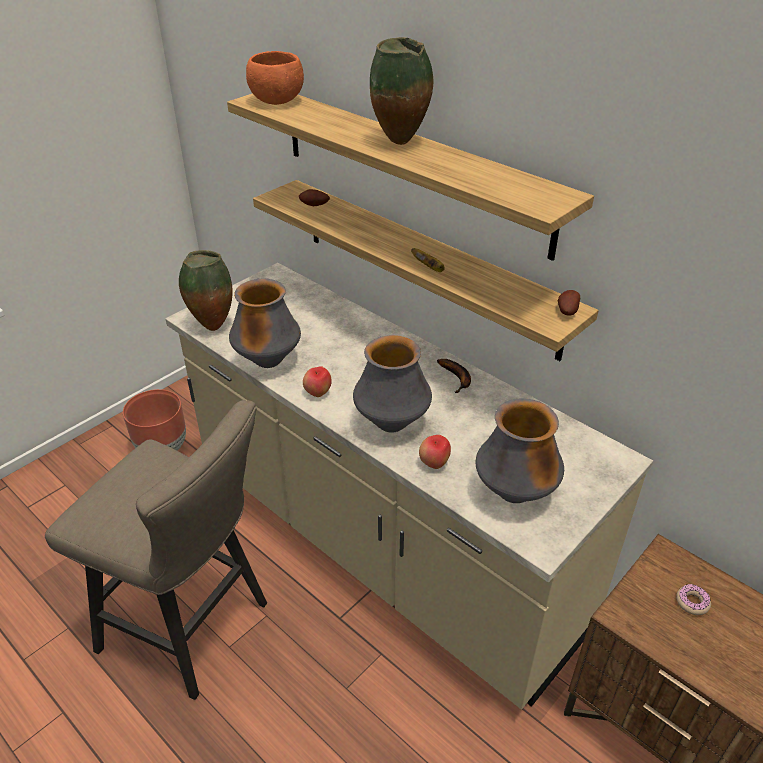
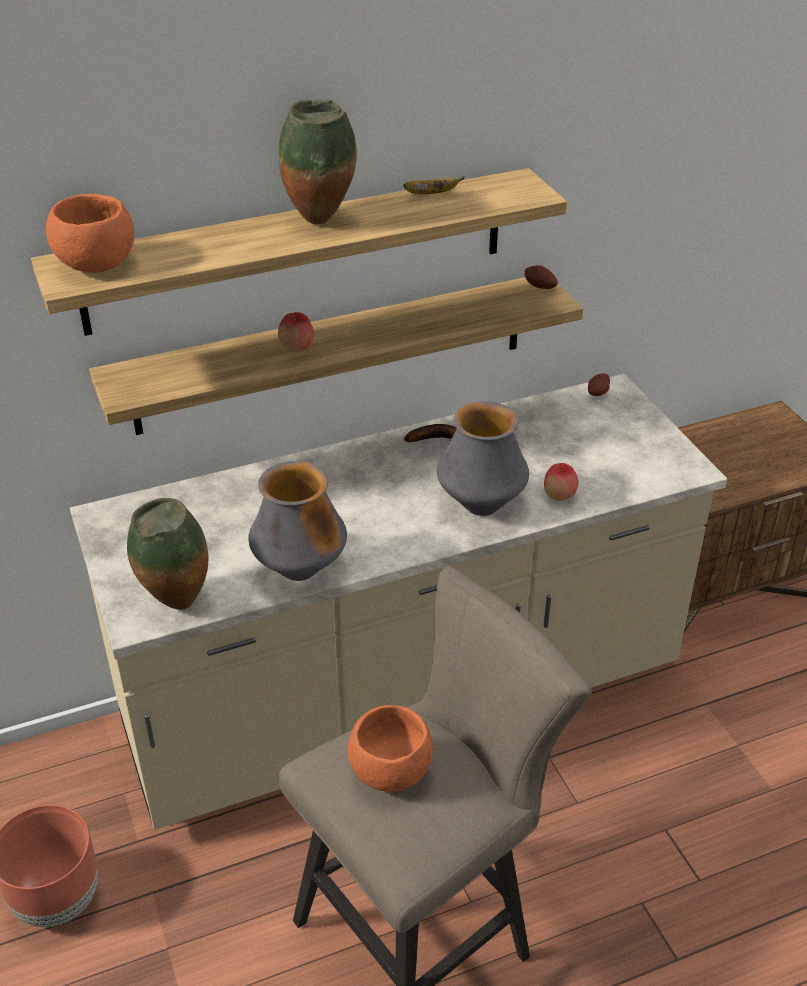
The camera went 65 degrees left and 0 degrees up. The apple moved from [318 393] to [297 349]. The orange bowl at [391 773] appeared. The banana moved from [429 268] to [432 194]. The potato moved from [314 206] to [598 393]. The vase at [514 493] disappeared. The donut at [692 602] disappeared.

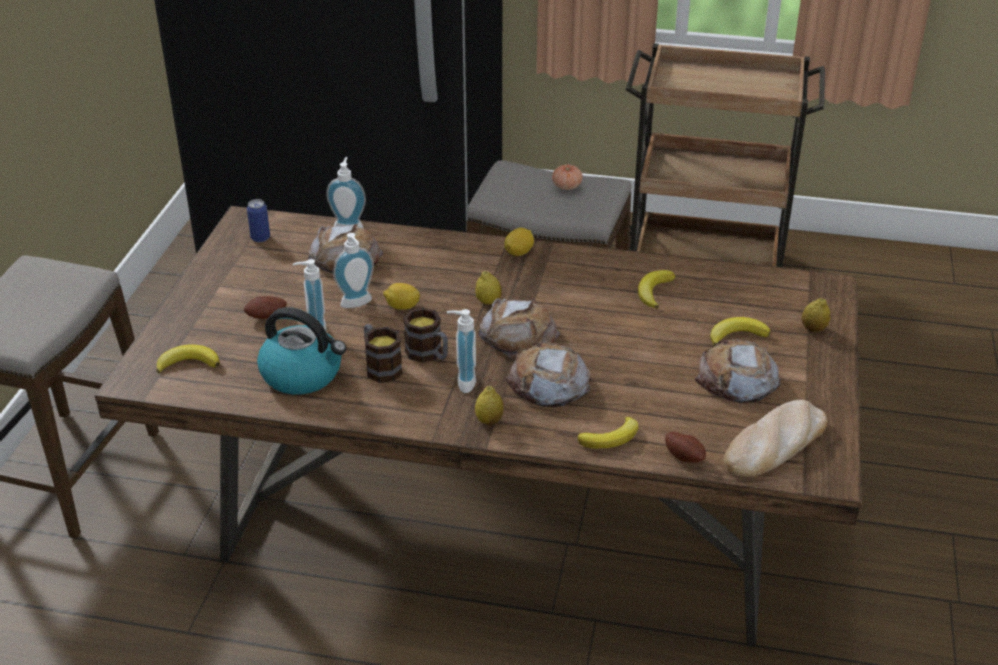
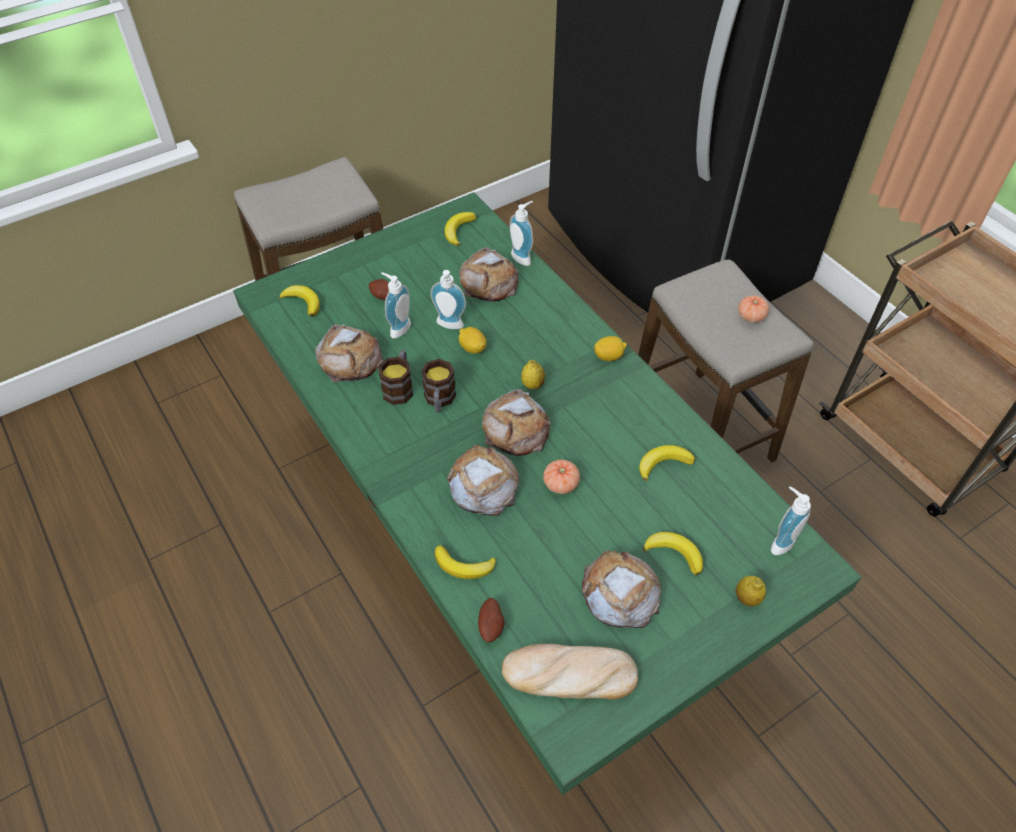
The camera went 45 degrees right and 15 degrees up. The brown dining table at [496 534] became the green dining table at [506 546]. The kettle at [303 374] was replaced by the bread at [350 358]. The can at [260 238] was replaced by the banana at [458 230]. The tomato at [561 484] appeared. The soap dispenser moved from [462 382] to [779 541]. The lemon at [489 420] disappeared.

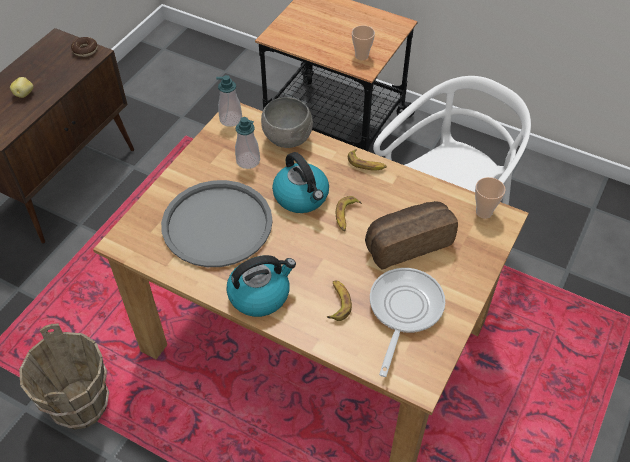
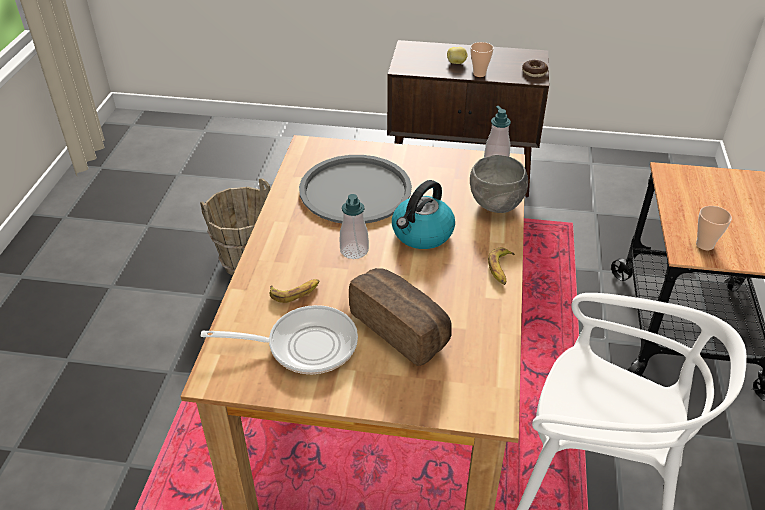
The camera went 70 degrees right and 10 degrees down. The soap dispenser moved from [248 161] to [354 250]. The cup moved from [484 212] to [479 74]. The kettle at [260 294] disappeared. The banana at [346 216] disappeared.

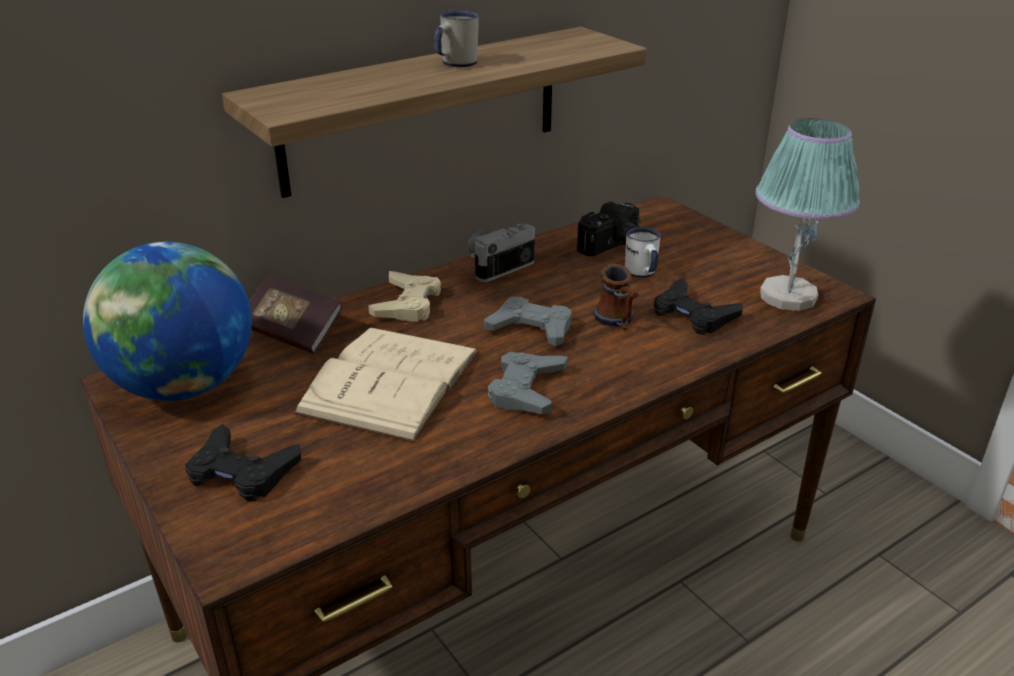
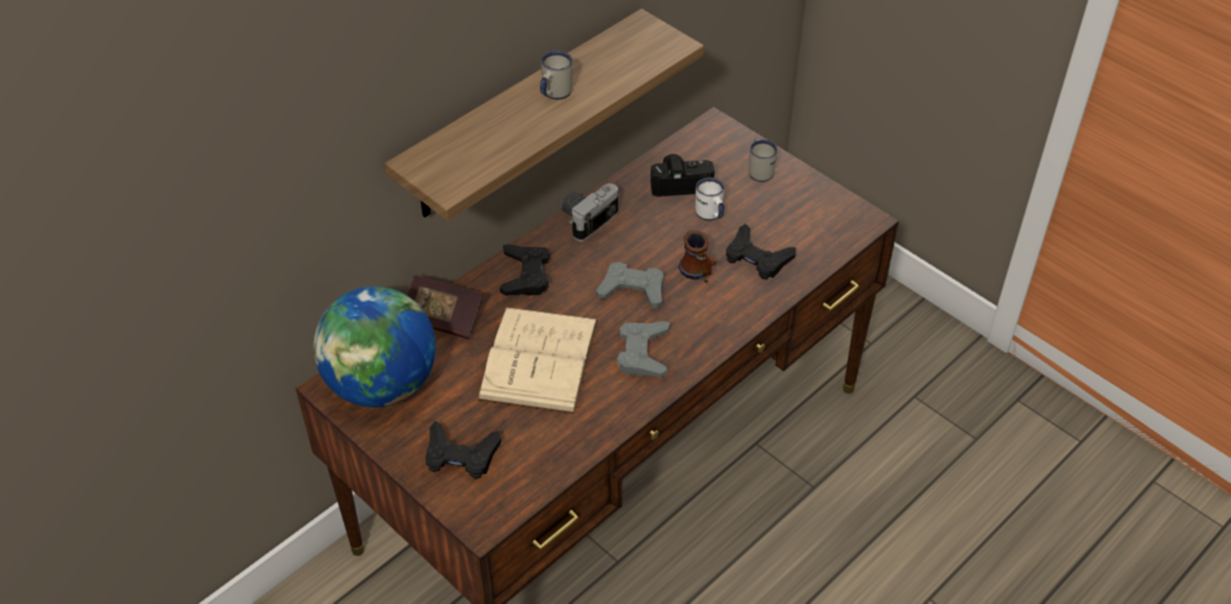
The camera went 10 degrees left and 15 degrees up. The beige game controller at [407 304] became the black game controller at [525 275]. The photo camera at [613 246] turned 135 degrees counterclockwise. The white mug at [760 170] appeared. The table lamp at [787 296] disappeared.

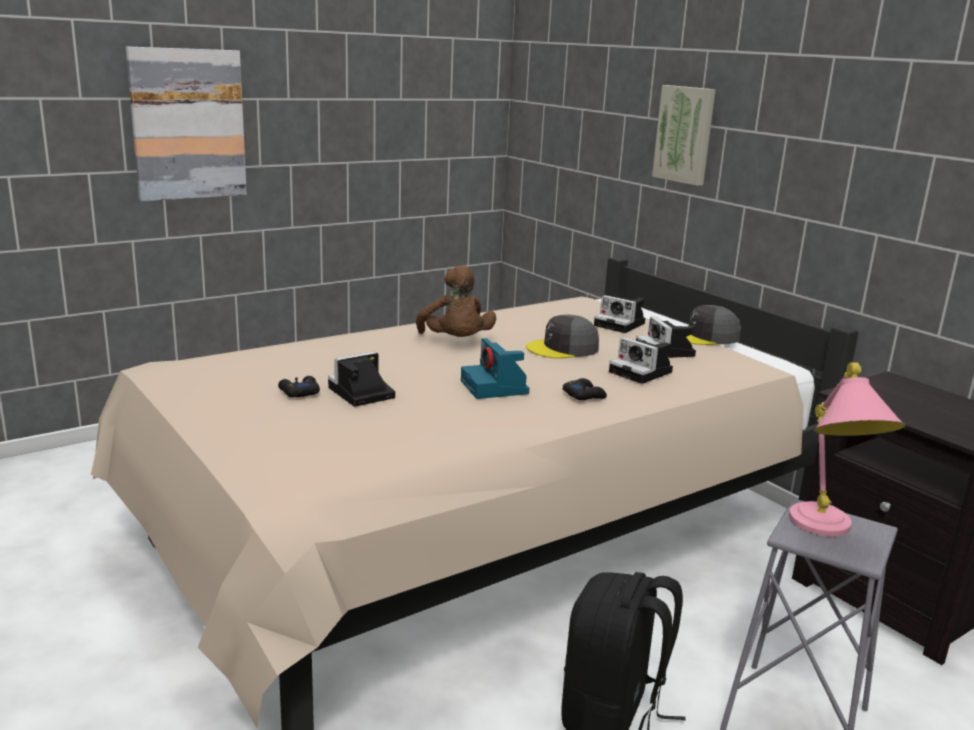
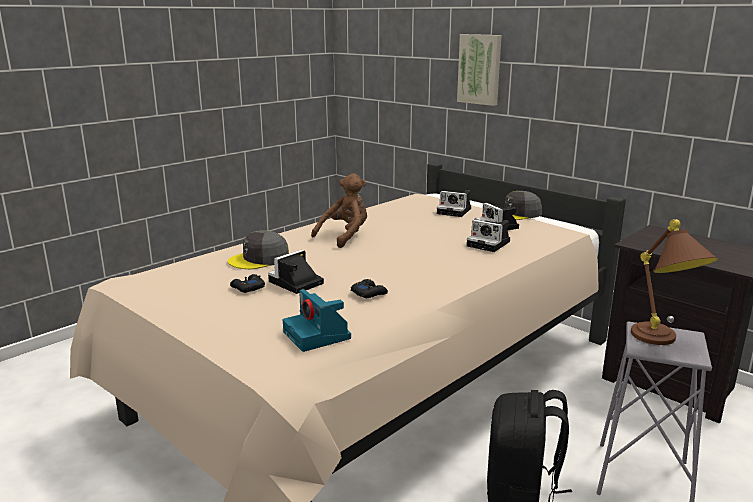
The camera went 10 degrees left and 0 degrees up. The grey cap moved from [563 348] to [259 259]. The photo camera moved from [495 388] to [318 336]. The brown plush toy at [456 342] turned 105 degrees counterclockwise. The black game controller moved from [584 395] to [369 293]. The pink table lamp at [827 533] became the brown table lamp at [662 342]. The picture at [188 124] disappeared.

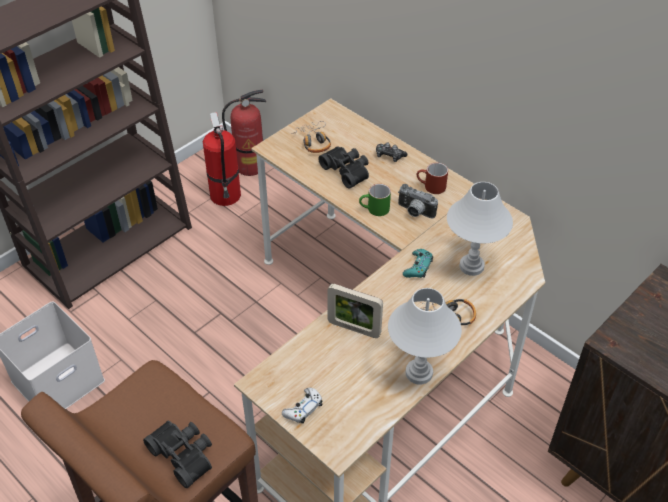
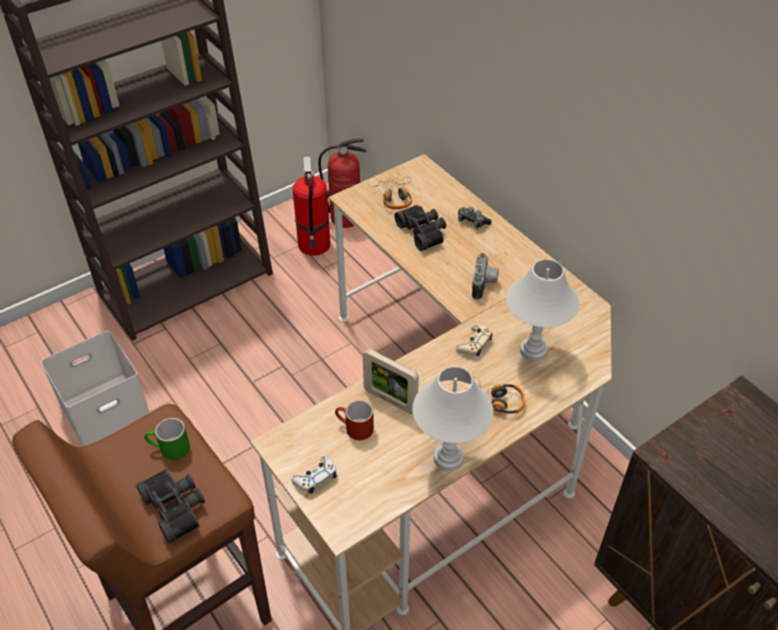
The camera went 10 degrees right and 0 degrees up. The green mug moved from [374 210] to [169 449]. The red mug moved from [430 187] to [354 428]. The turquoise game controller at [418 267] became the beige game controller at [474 344]. The photo camera at [414 212] turned 120 degrees counterclockwise.

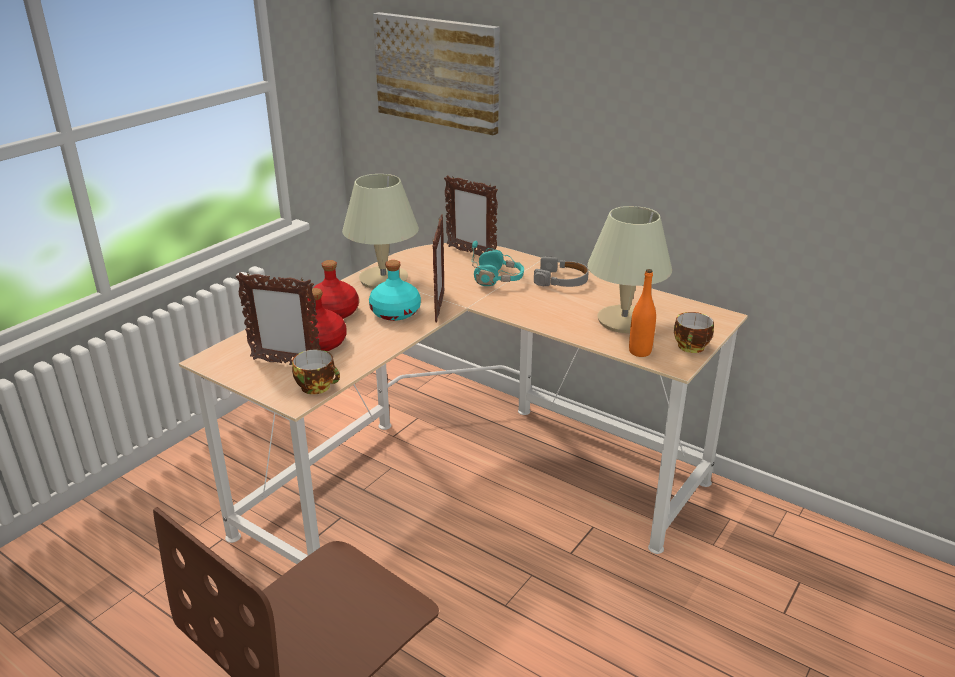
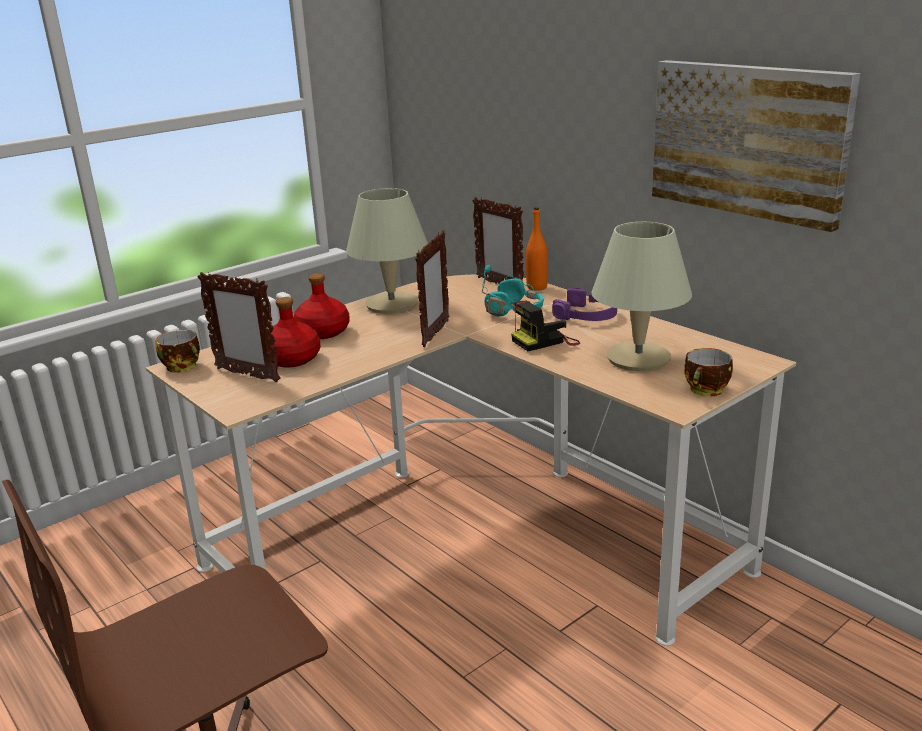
The camera went 15 degrees right and 5 degrees down. The cup moved from [318 386] to [184 367]. The photo camera at [545 341] appeared. The orange bottle moved from [640 352] to [537 287]. The grey headphones at [562 280] became the purple headphones at [587 315]. The picture moved from [438 71] to [748 140]. The turquoise bottle at [396 312] disappeared.

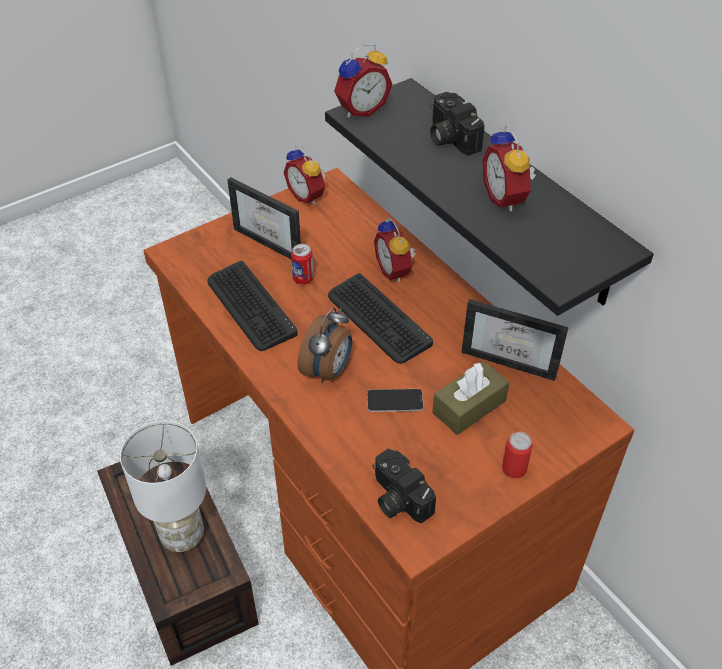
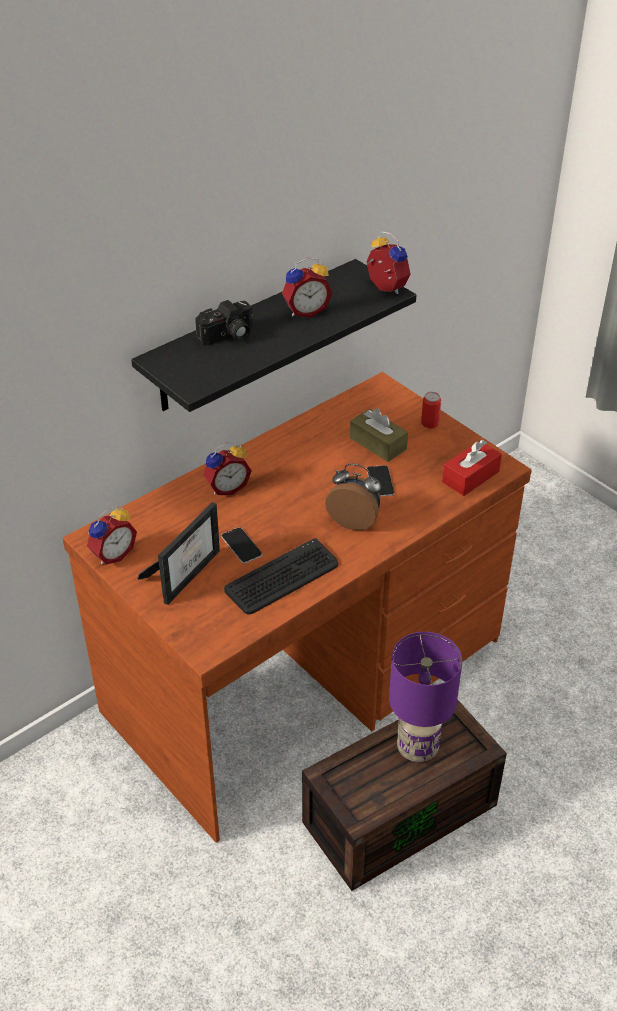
The camera went 95 degrees left and 5 degrees down. The can at [303 279] was replaced by the phone at [241 546]. The alarm clock moved from [360 109] to [384 289]. The white table lamp at [183 536] became the purple table lamp at [418 748]. The photo camera at [397 498] was replaced by the red tissue box at [470 477]. The keyboard at [378 319] disappeared. The picture frame at [512 358] disappeared.

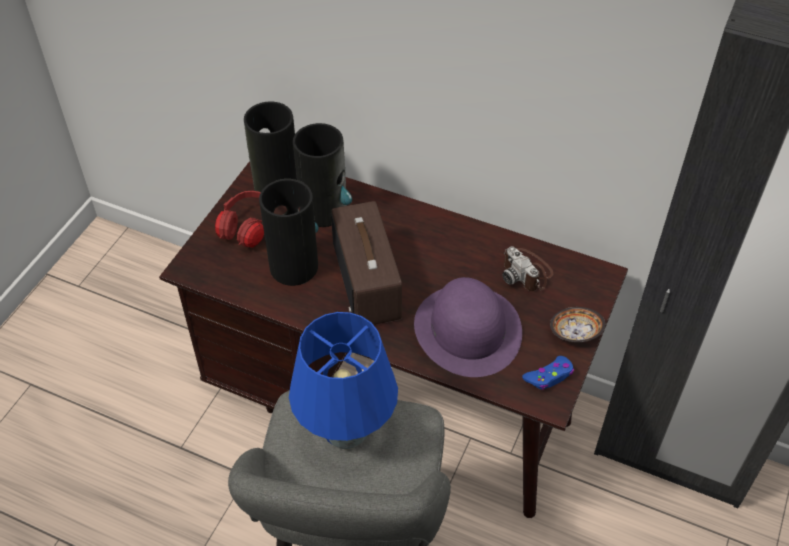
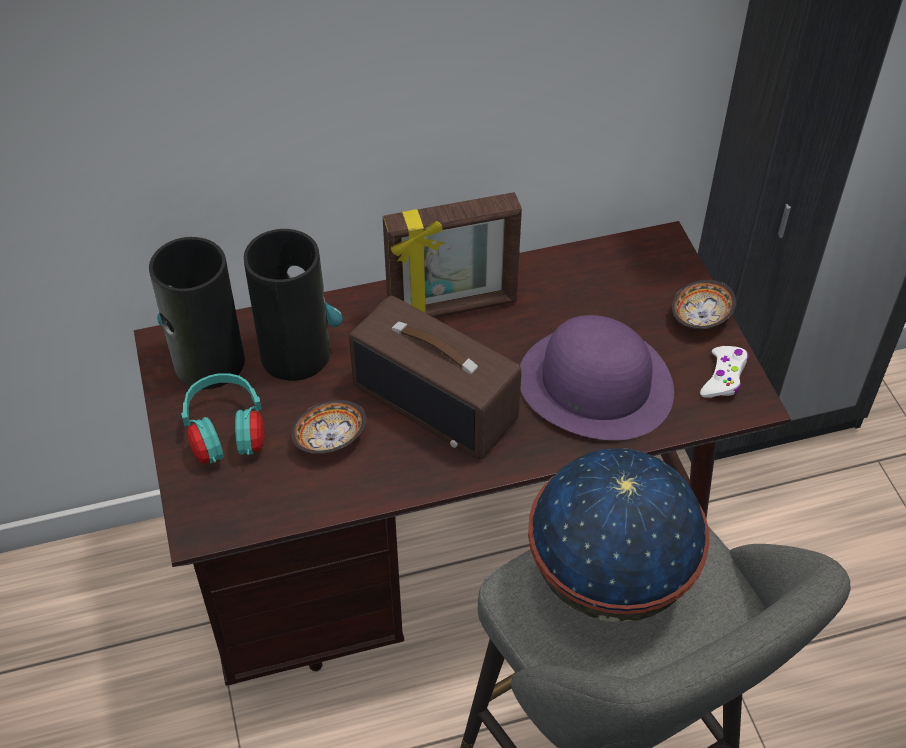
The camera went 40 degrees left and 0 degrees up. The red headphones at [247 230] became the turquoise headphones at [226 434]. The vase at [294 265] was replaced by the bowl at [330 439]. The picture frame at [453 309] appeared. The blue table lamp at [347 434] was replaced by the globe at [609 578]. The blue game controller at [549 376] became the white game controller at [723 377]. The photo camera at [526 272] disappeared.

